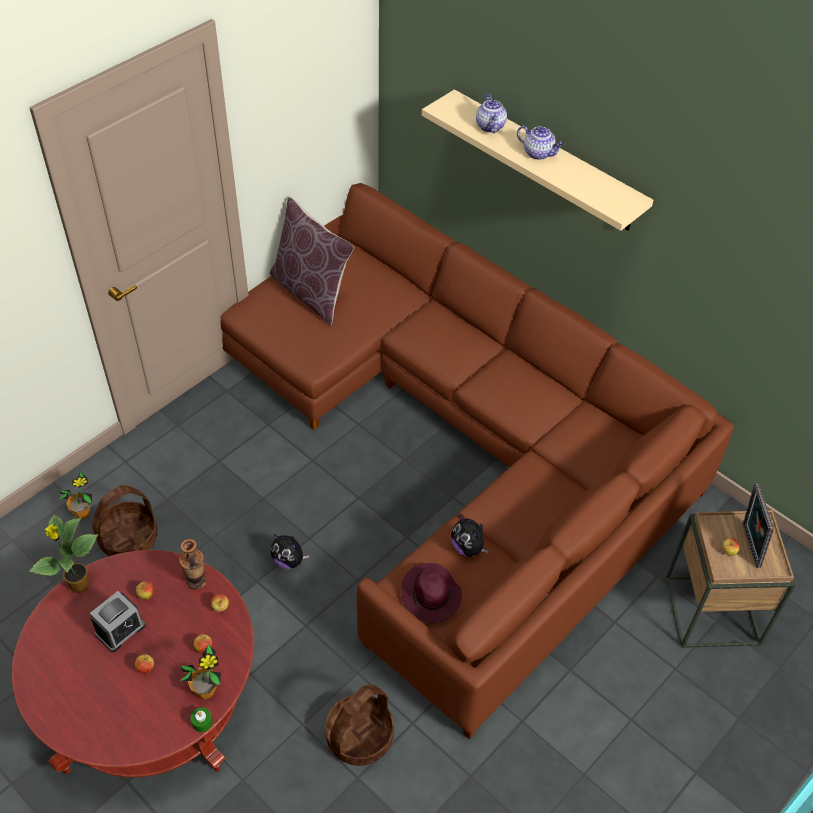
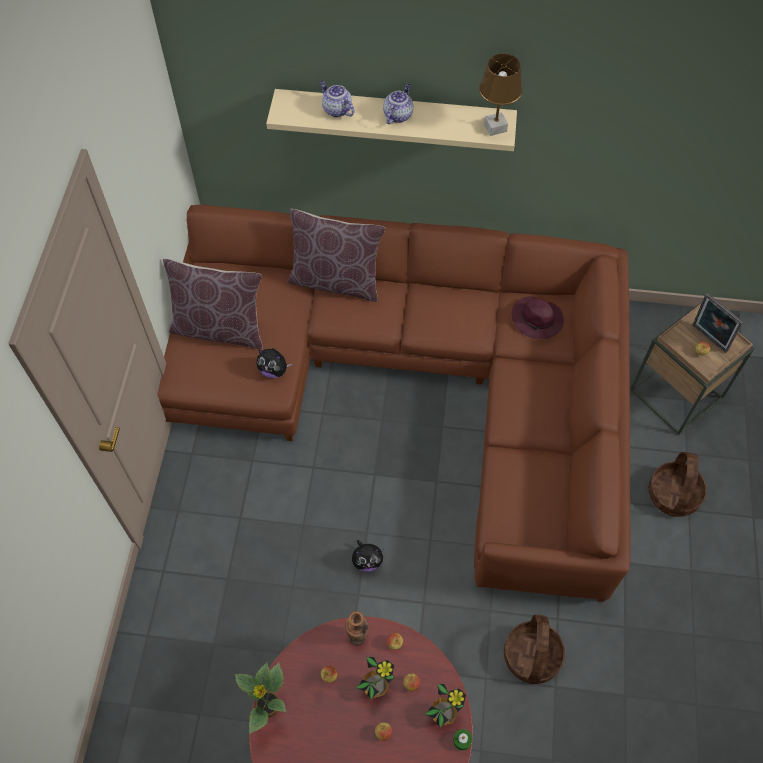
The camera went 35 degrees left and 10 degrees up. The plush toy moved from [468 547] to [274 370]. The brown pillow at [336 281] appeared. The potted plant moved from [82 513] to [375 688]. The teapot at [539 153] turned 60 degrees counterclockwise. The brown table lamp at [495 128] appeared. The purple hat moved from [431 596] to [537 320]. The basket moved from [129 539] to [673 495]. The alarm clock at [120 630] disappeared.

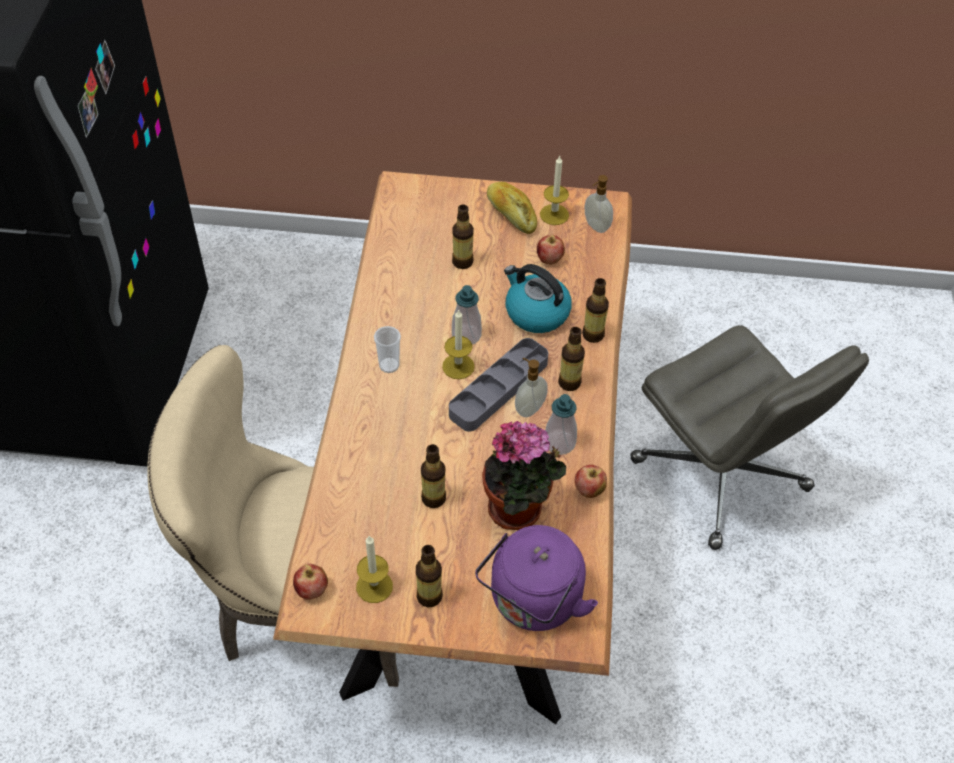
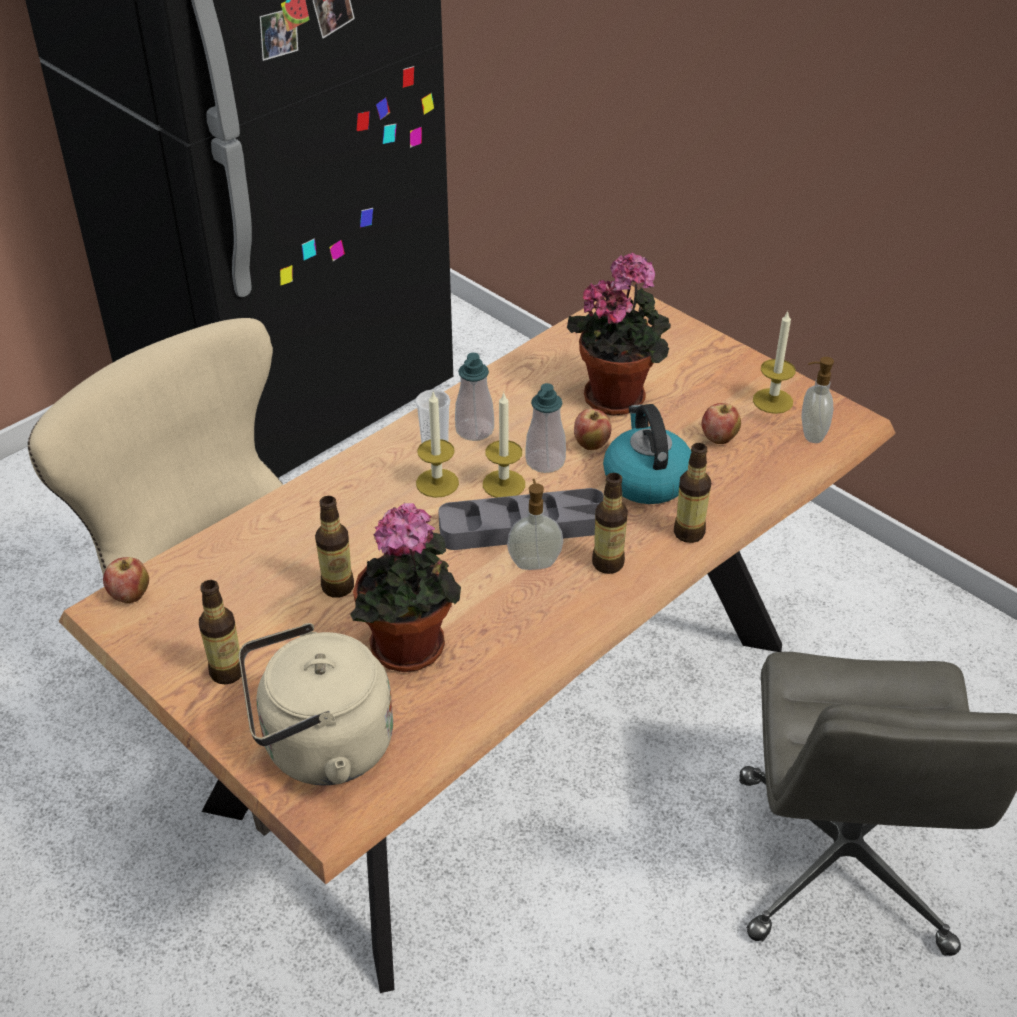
The camera went 40 degrees right and 10 degrees down. The purple kettle at [533 602] became the beige kettle at [320 748]. The candle moved from [374 586] to [437 483]. The soap dispenser moved from [559 443] to [474 430]. The bottle at [462 262] was replaced by the potted plant at [618 395]. The apple moved from [589 490] to [591 444]. The bread at [511 214] disappeared.

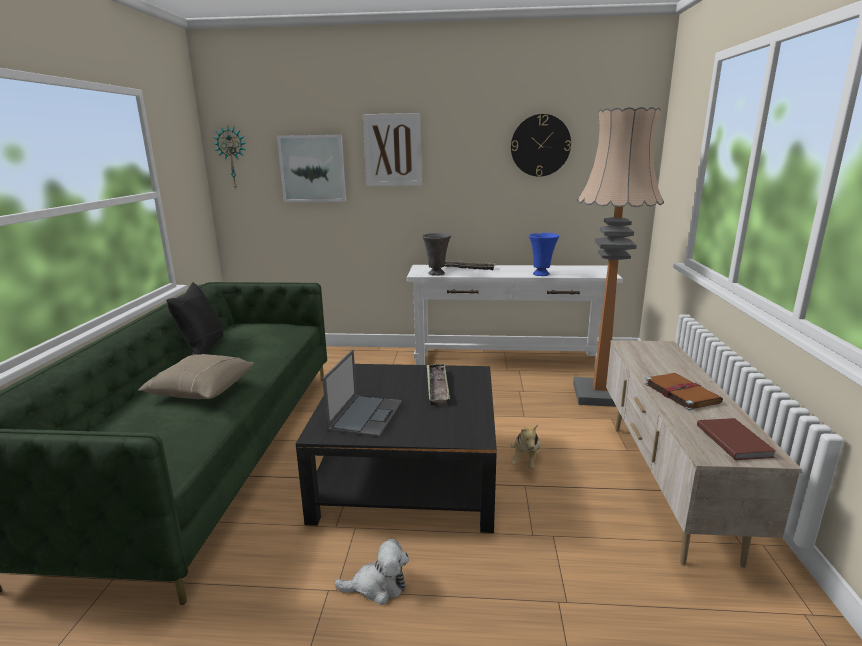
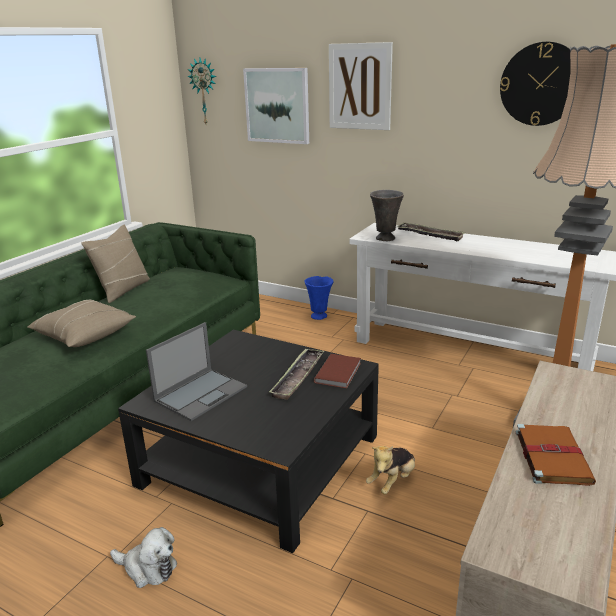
The camera went 25 degrees right and 5 degrees up. The black pillow at [203 347] became the beige pillow at [123 290]. The blue vase moved from [541 274] to [319 316]. The brown book moved from [734 440] to [339 372].

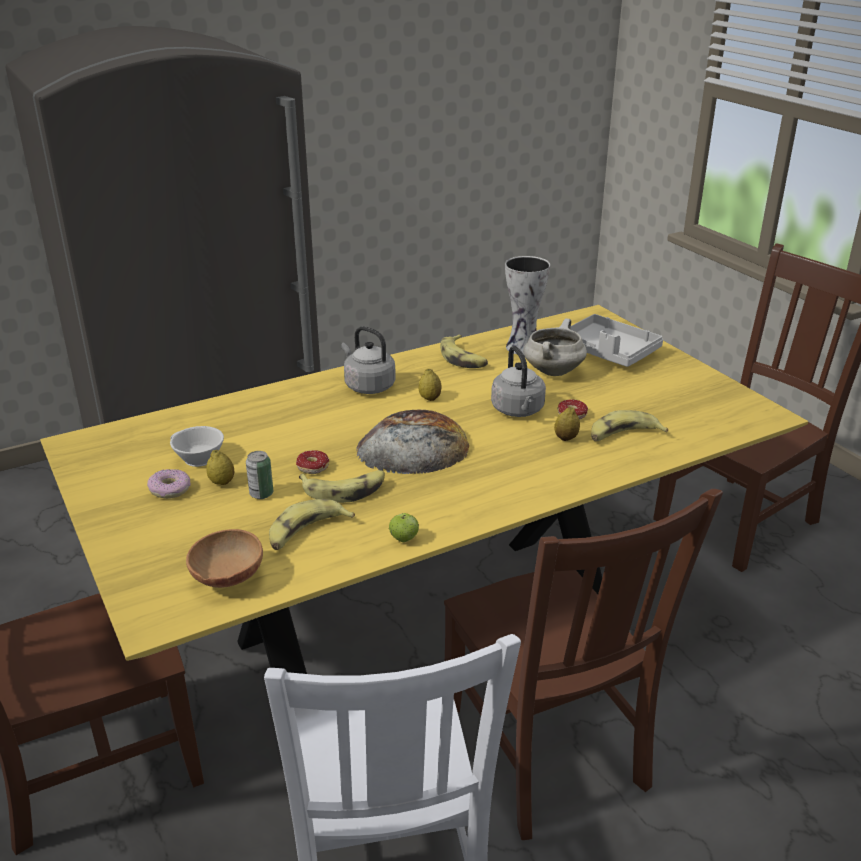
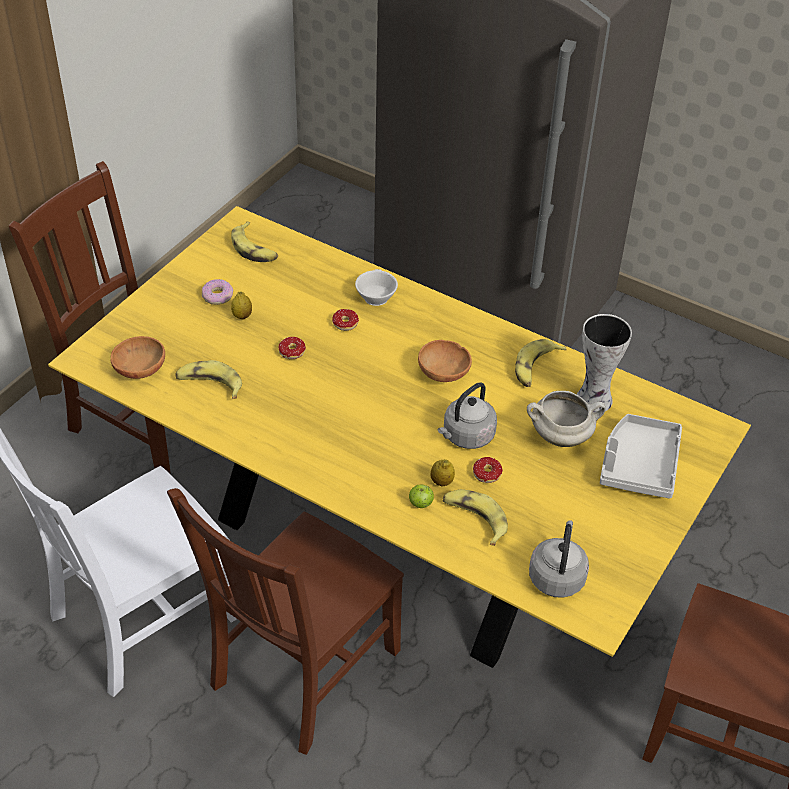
The camera went 60 degrees right and 15 degrees up. The banana moved from [344 490] to [254 249]. The donut at [340 325] appeared. The white cup moved from [196 459] to [374 296]. The apple moved from [404 539] to [420 504]. The lemon at [429 398] was replaced by the brown bowl at [444 374]. The grey kettle moved from [367 386] to [557 576]. The can at [261 494] disappeared. The bread at [413 447] disappeared.

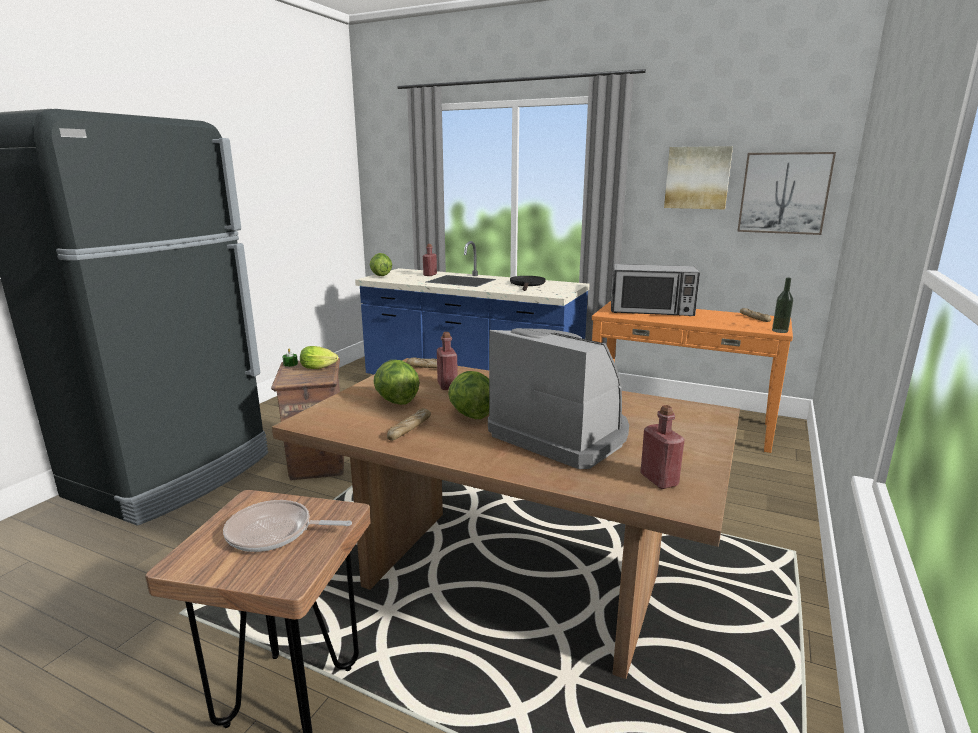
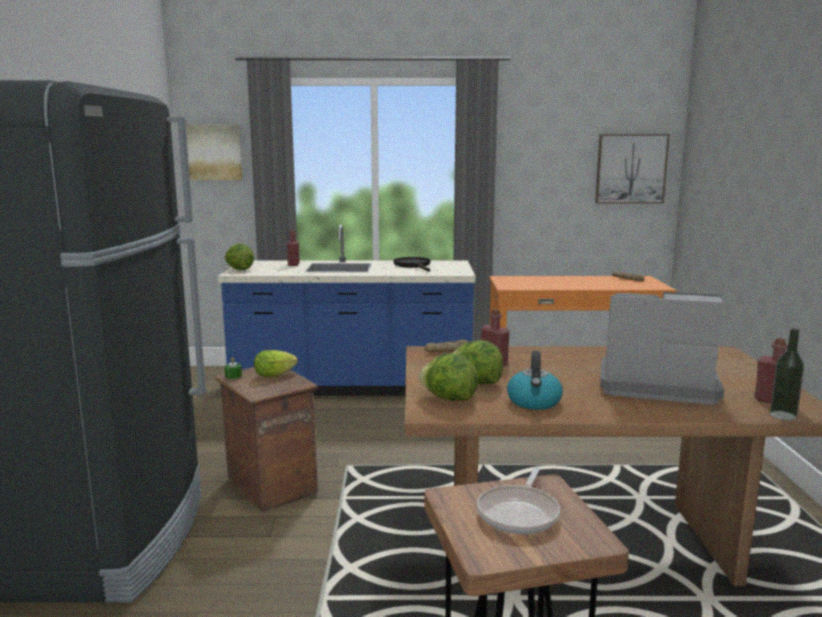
The camera went 25 degrees left and 5 degrees down. The picture moved from [697 178] to [213 152]. The lettuce moved from [470 414] to [448 398]. The frying pan at [274 532] turned 45 degrees counterclockwise. The bread at [409 429] was replaced by the kettle at [534 402]. The bottle moved from [779 331] to [783 415]. The microwave at [651 311] disappeared.

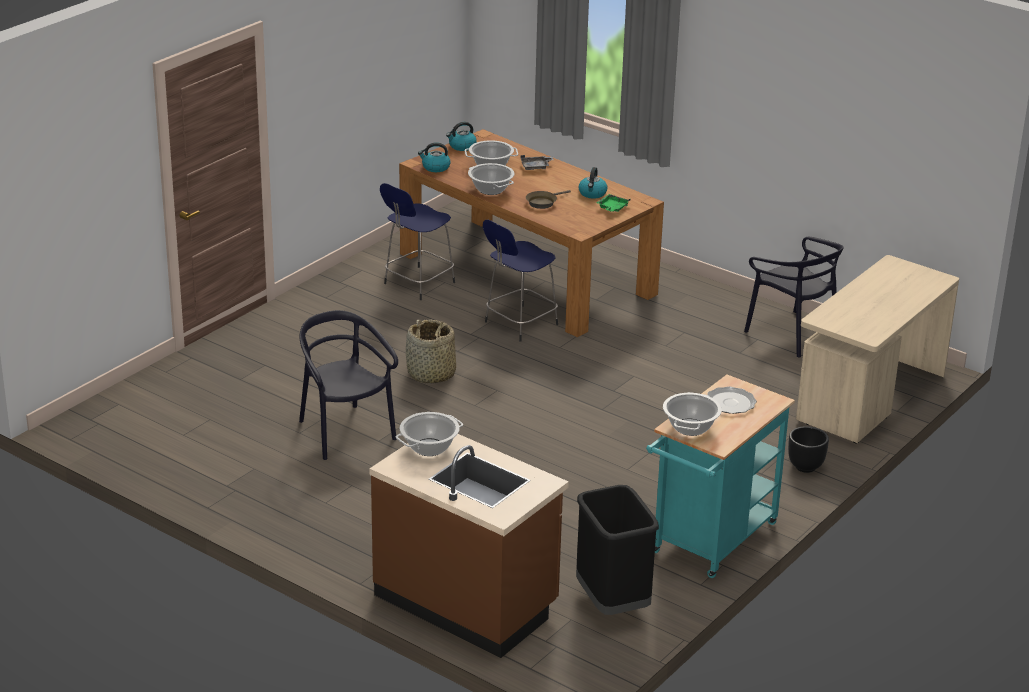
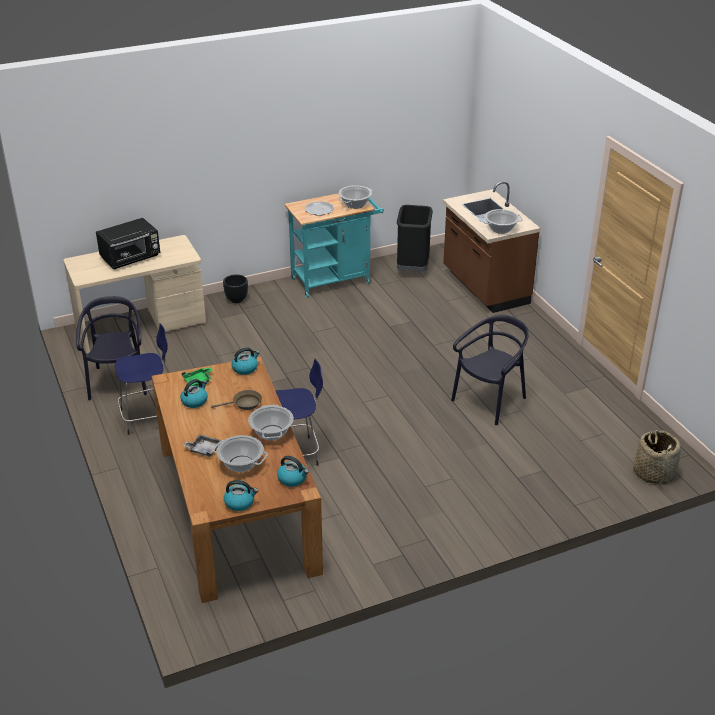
The camera went 150 degrees left and 5 degrees up. The black microwave at [131 258] appeared. The blue stool moved from [417 284] to [148 417]. The kettle at [245 368] appeared. The black chair at [344 432] turned 135 degrees counterclockwise. The basket moved from [431 374] to [653 473].

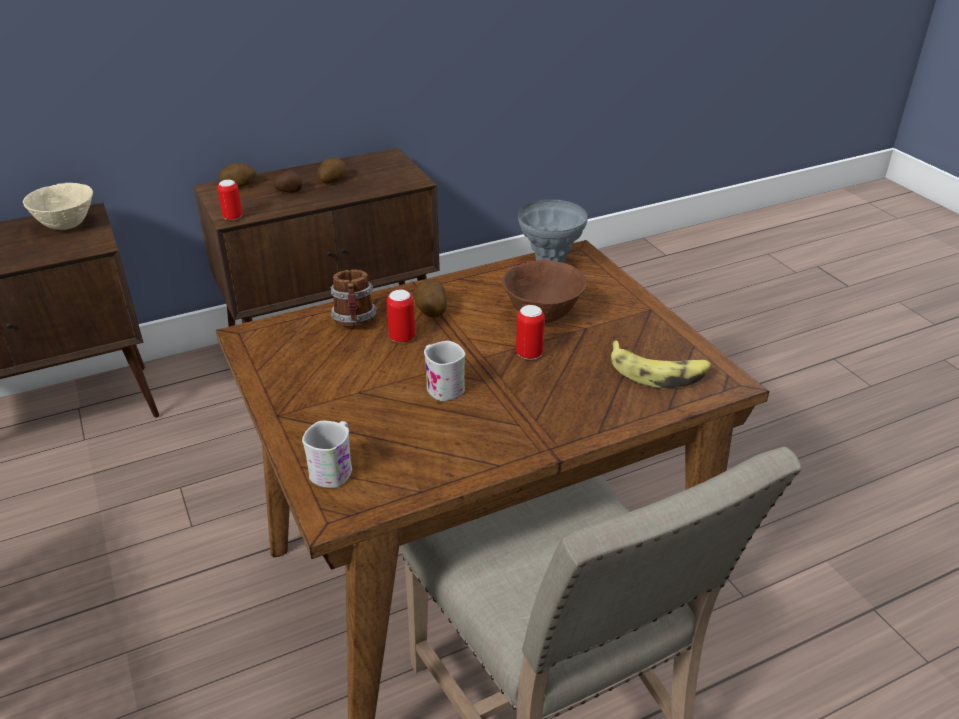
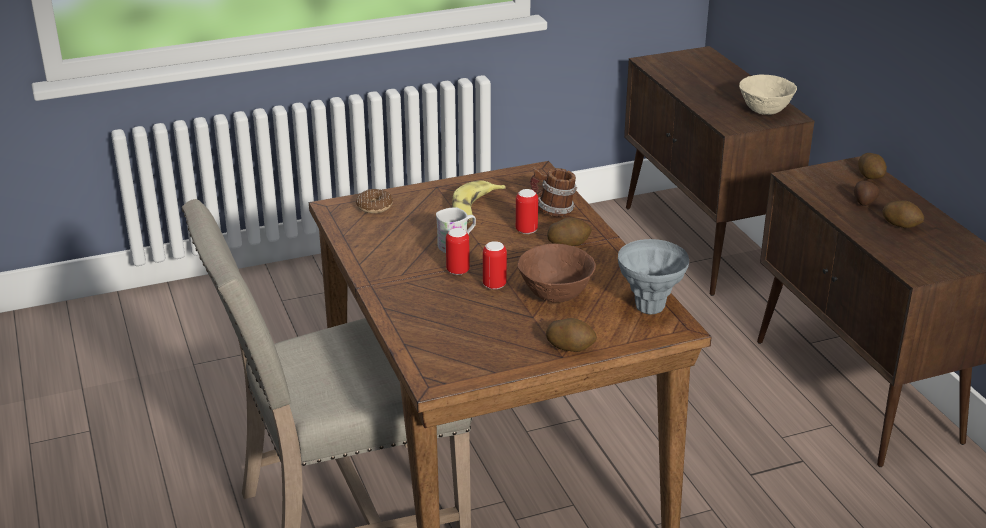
The camera went 95 degrees right and 5 degrees down. The white mug at [334 469] was replaced by the donut at [374 207]. The can moved from [233 217] to [458 271]. The banana moved from [658 372] to [475 209]. The potato at [570 347] appeared.

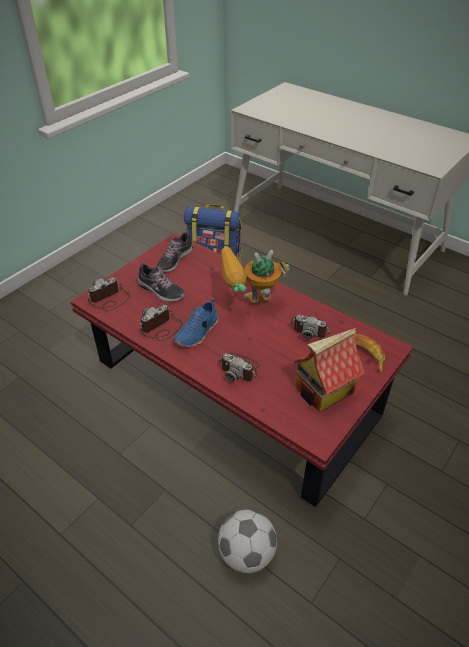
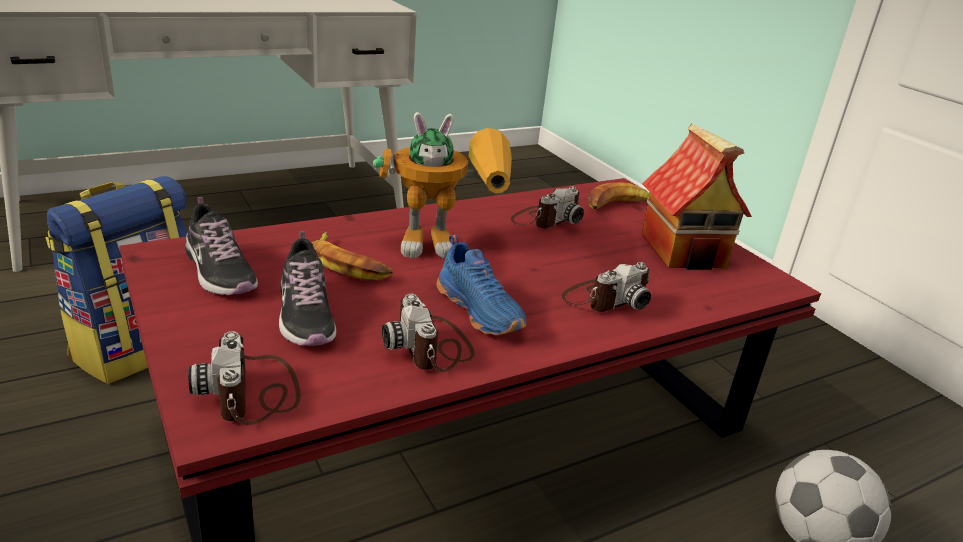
The camera went 70 degrees left and 15 degrees down. The shoe at [161 291] turned 105 degrees clockwise. The banana at [348 264] appeared. The toy robot at [249 306] turned 105 degrees counterclockwise.

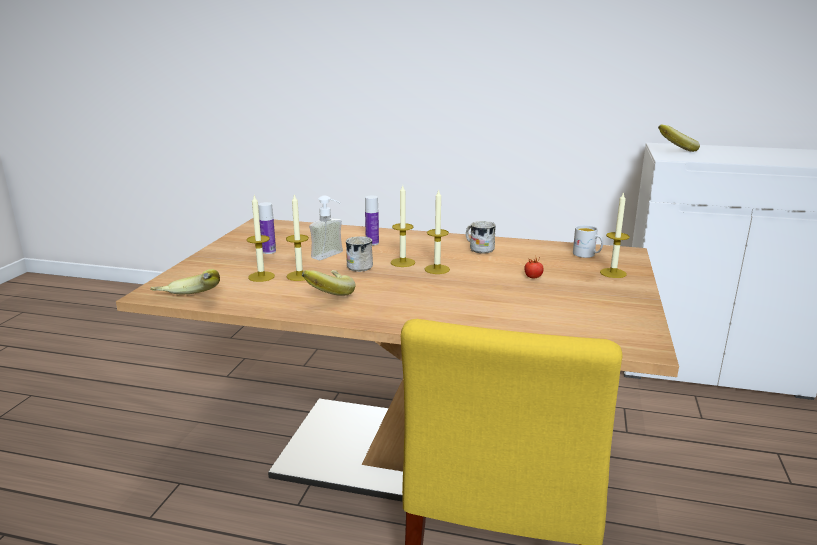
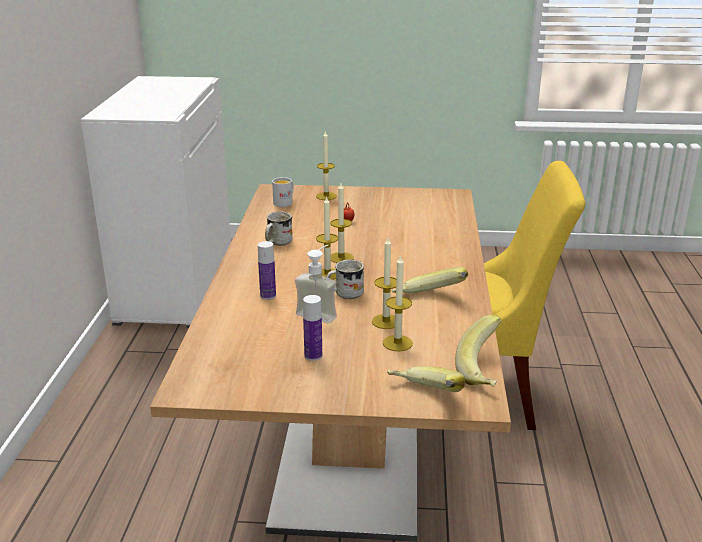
The camera went 100 degrees left and 5 degrees up. The banana moved from [676 150] to [423 397].

